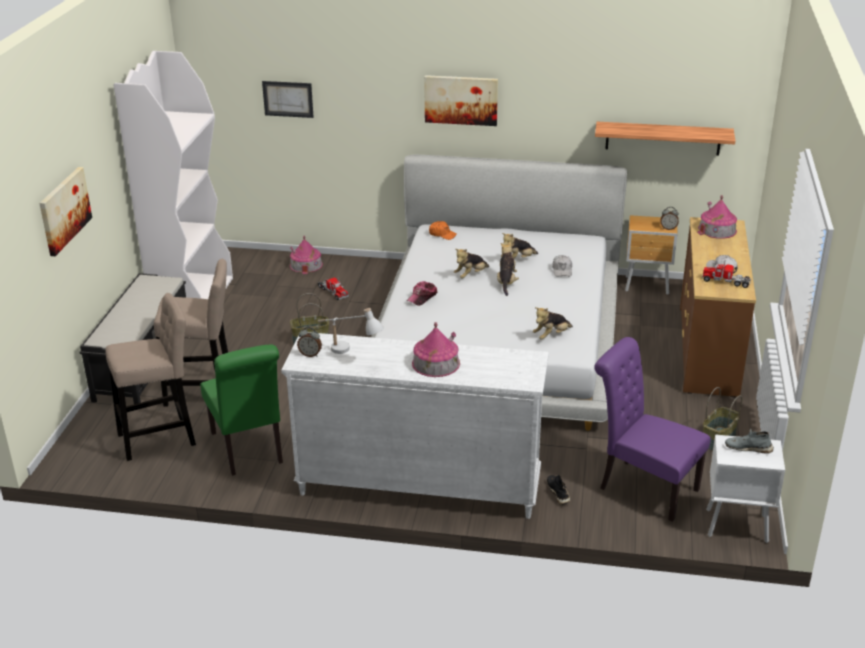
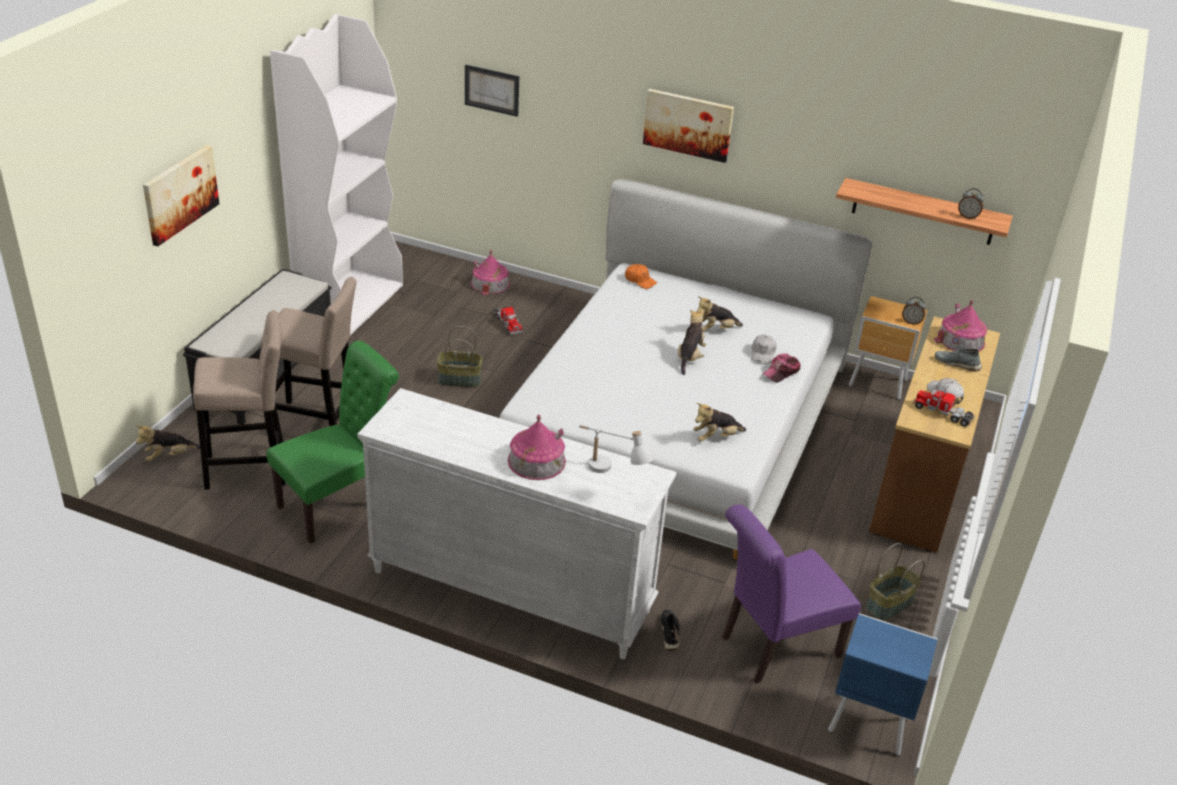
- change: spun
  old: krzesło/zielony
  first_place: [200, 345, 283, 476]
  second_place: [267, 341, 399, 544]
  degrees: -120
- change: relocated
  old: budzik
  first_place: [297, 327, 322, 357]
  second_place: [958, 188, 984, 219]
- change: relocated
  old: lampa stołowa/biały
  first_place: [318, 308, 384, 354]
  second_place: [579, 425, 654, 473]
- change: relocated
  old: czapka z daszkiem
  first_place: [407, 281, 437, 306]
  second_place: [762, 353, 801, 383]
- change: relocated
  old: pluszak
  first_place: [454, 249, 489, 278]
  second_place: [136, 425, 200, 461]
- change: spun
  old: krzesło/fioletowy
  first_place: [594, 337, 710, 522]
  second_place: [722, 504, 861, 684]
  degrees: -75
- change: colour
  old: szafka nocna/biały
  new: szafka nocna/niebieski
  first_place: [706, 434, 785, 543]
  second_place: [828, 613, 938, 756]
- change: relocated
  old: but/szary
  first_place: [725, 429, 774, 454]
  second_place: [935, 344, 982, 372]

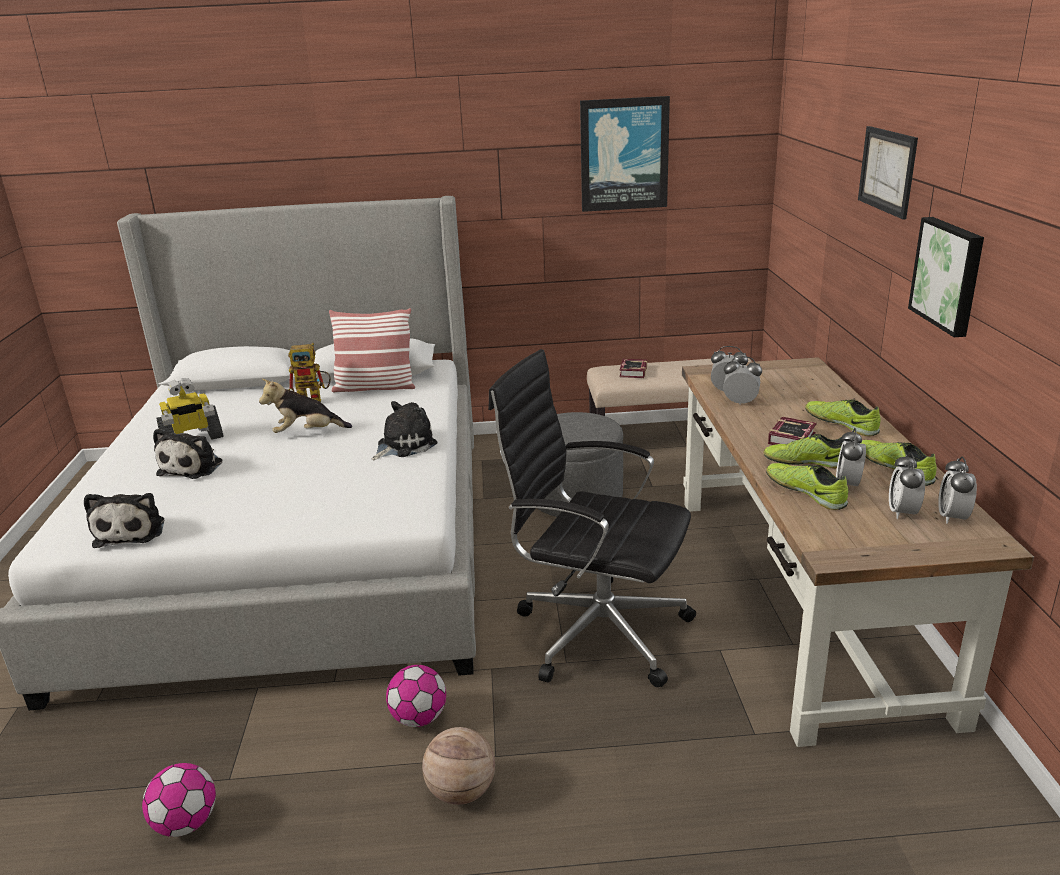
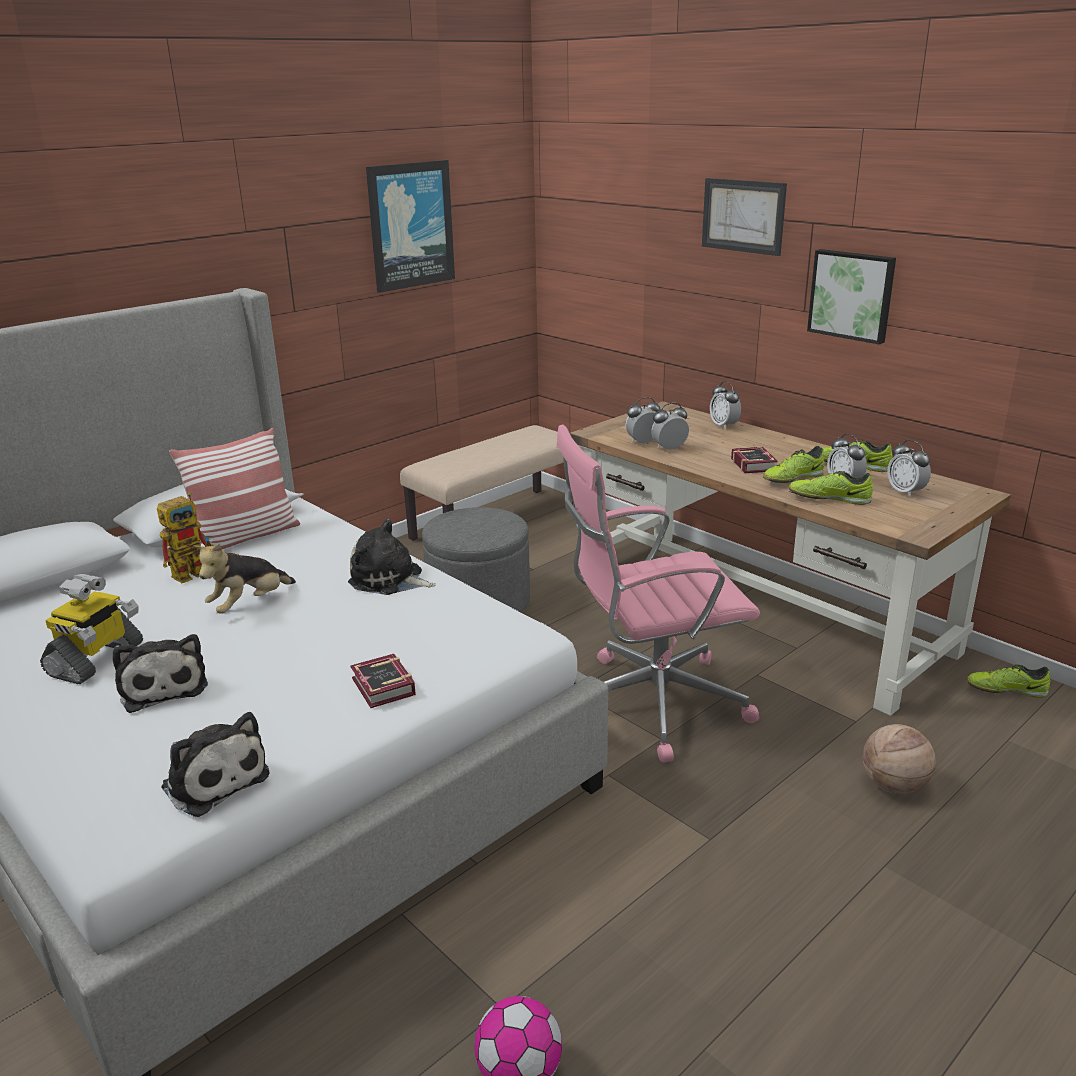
- change: spun
  old: pluszak
  first_place: [372, 401, 437, 461]
  second_place: [348, 519, 436, 595]
  degrees: -75
- change: missing
  old: piłka futbolowa
  first_place: [386, 665, 446, 727]
- change: relocated
  old: piłka do koszykówki
  first_place: [422, 727, 495, 805]
  second_place: [863, 724, 936, 794]
- change: colour
  old: krzesło biurowe/czarny
  new: krzesło biurowe/różowy
  first_place: [488, 349, 696, 687]
  second_place: [556, 425, 760, 762]
- change: relocated
  old: książka
  first_place: [619, 359, 647, 378]
  second_place: [350, 654, 416, 708]
- change: relocated
  old: but
  first_place: [805, 399, 881, 436]
  second_place: [967, 664, 1050, 698]
- change: relocated
  old: budzik
  first_place: [938, 457, 977, 524]
  second_place: [710, 381, 741, 430]

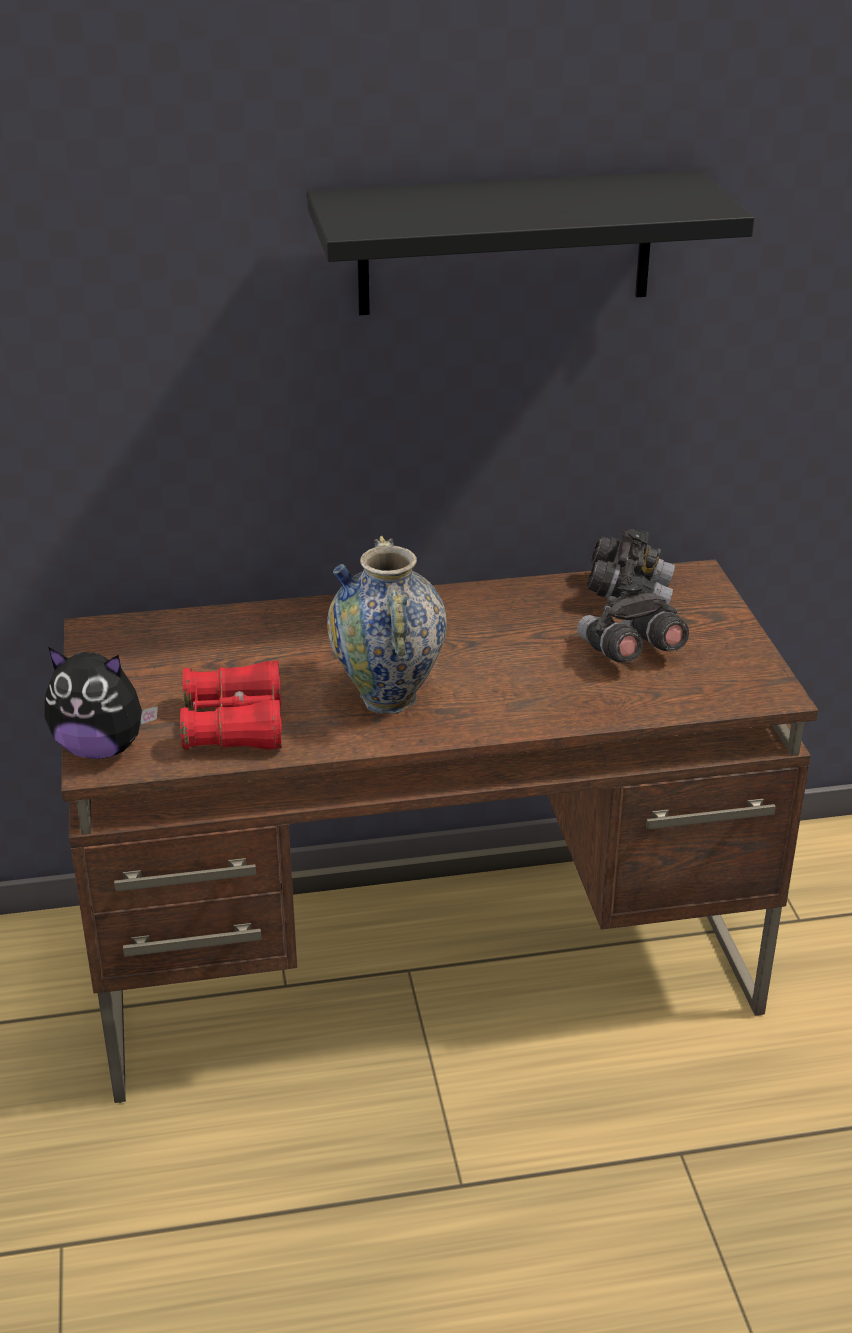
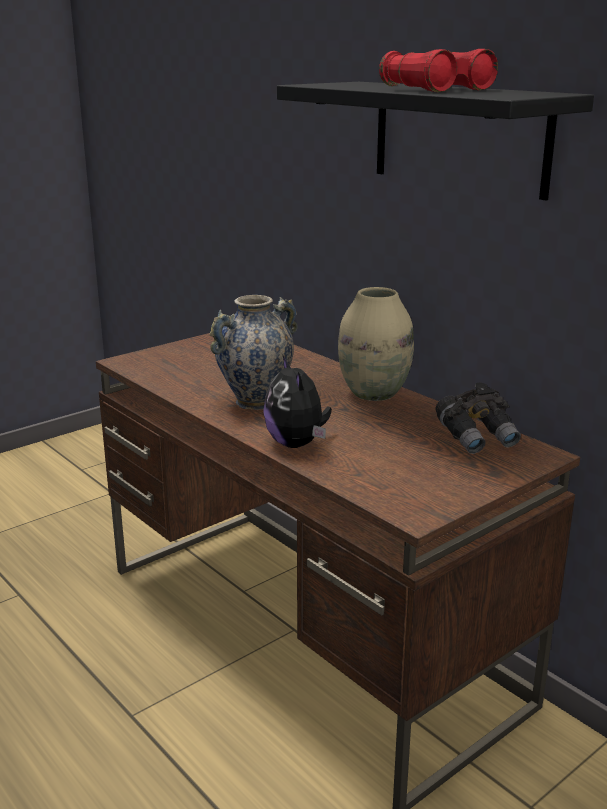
- change: relocated
  old: pluszak
  first_place: [44, 647, 158, 759]
  second_place: [263, 356, 332, 448]
- change: relocated
  old: lornetka/czerwony
  first_place: [180, 660, 282, 751]
  second_place: [379, 49, 498, 92]
- change: missing
  old: lornetka/szary
  first_place: [577, 583, 689, 663]
- change: appeared
  new: wazon/beżowy
  second_place: [338, 287, 414, 401]

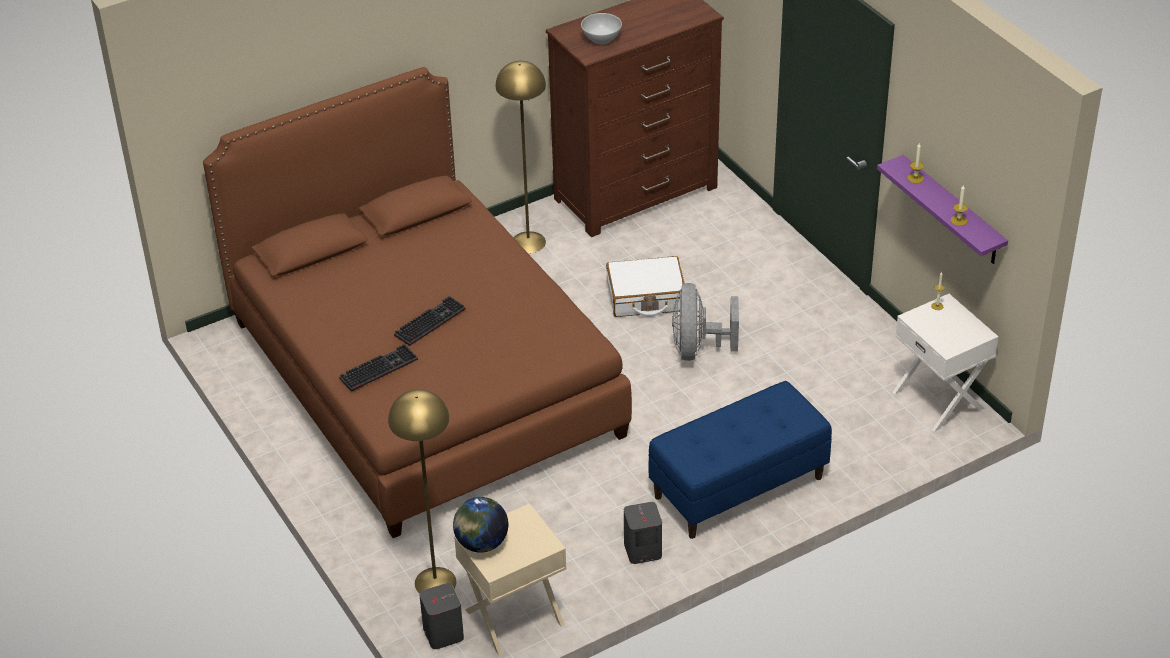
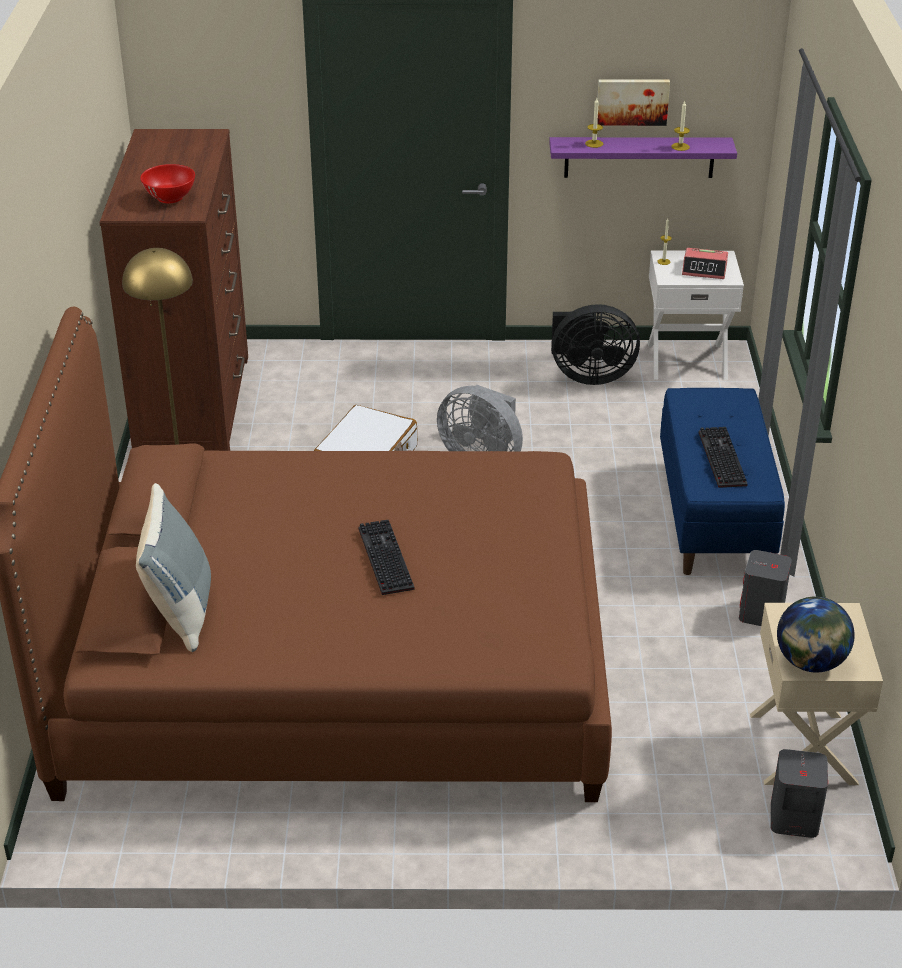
- change: relocated
  old: klawiatura
  first_place: [339, 344, 418, 391]
  second_place: [699, 427, 748, 488]
- change: missing
  old: lampa stojąca/żółty
  first_place: [388, 389, 456, 594]
- change: colour
  old: miska/biały
  new: miska/czerwony
  first_place: [581, 13, 622, 44]
  second_place: [140, 164, 195, 203]
- change: appeared
  new: poduszka/szary
  second_place: [136, 483, 211, 652]
- change: appeared
  new: wentylator/czarny
  second_place: [551, 304, 640, 385]
- change: appeared
  new: obraz
  second_place: [597, 79, 670, 126]
- change: appeared
  new: budzik
  second_place: [682, 248, 728, 279]

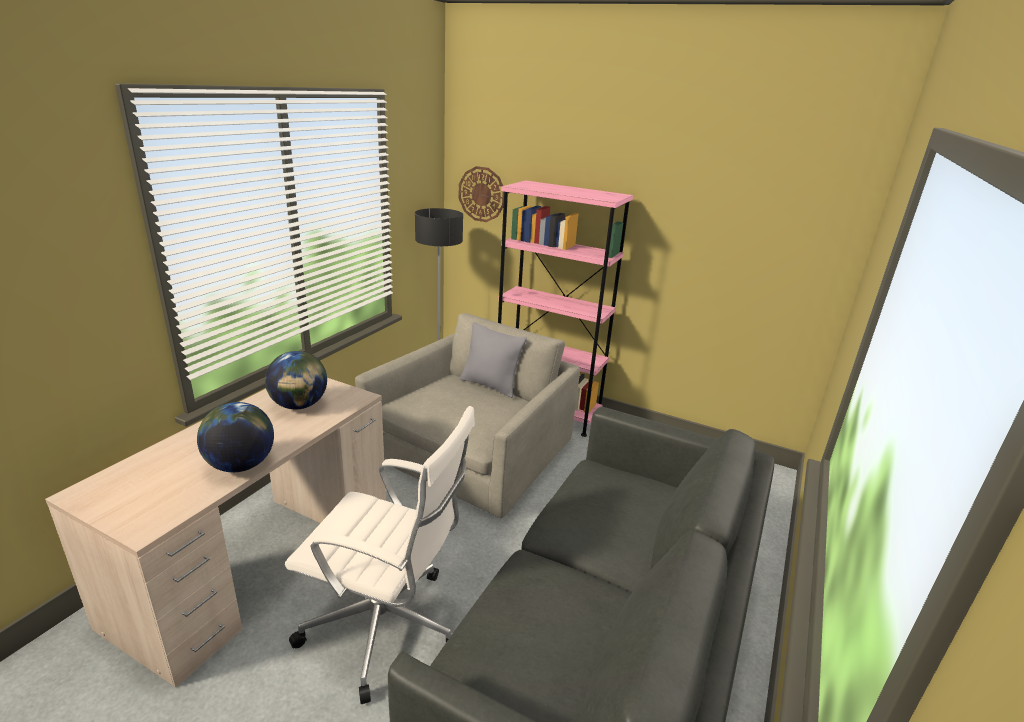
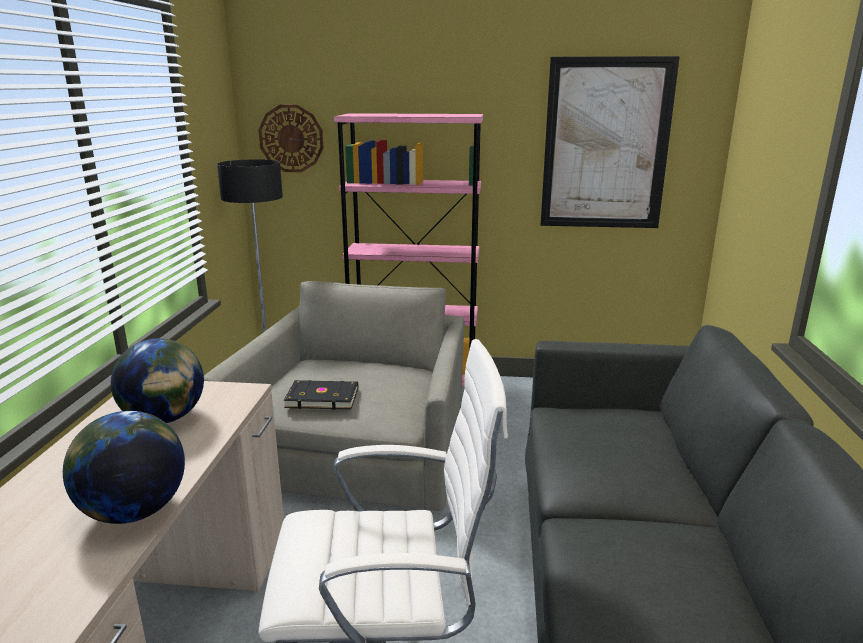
- change: missing
  old: poduszka/szary
  first_place: [460, 322, 527, 398]
- change: appeared
  new: książka/czarny
  second_place: [283, 380, 358, 410]
- change: appeared
  new: obraz
  second_place: [541, 56, 680, 228]

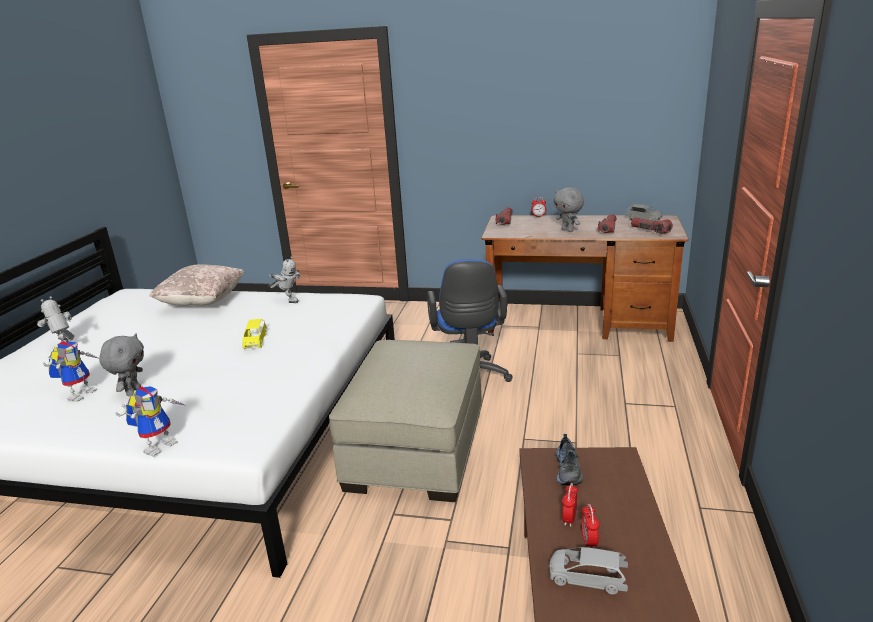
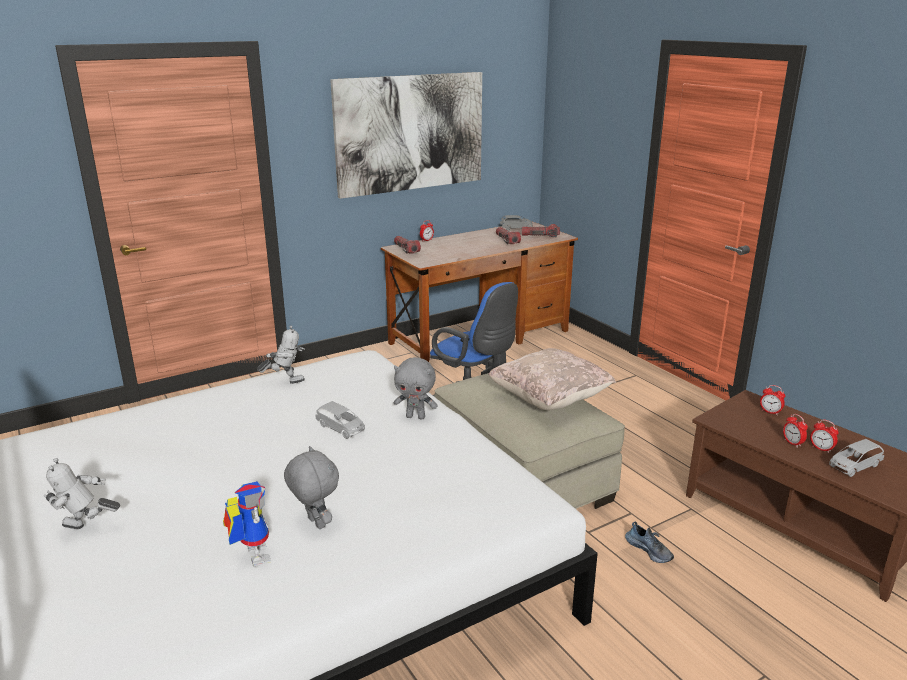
- change: missing
  old: robot zabawkowy
  first_place: [114, 386, 187, 457]
- change: relocated
  old: poduszka/beżowy
  first_place: [149, 264, 245, 306]
  second_place: [488, 348, 616, 410]
- change: colour
  old: samochodzik/żółty
  new: samochodzik/szary
  first_place: [242, 319, 267, 349]
  second_place: [315, 401, 365, 439]
- change: relocated
  old: pluszak/szary
  first_place: [553, 187, 584, 232]
  second_place: [394, 357, 438, 419]
- change: relocated
  old: but
  first_place: [556, 434, 583, 485]
  second_place: [625, 522, 674, 563]
- change: appeared
  new: obraz
  second_place: [330, 72, 482, 199]
- change: appeared
  new: budzik
  second_place: [760, 385, 785, 415]

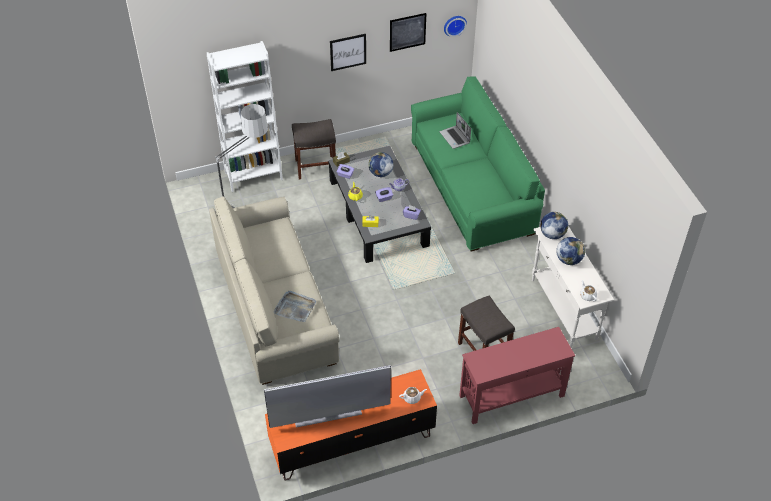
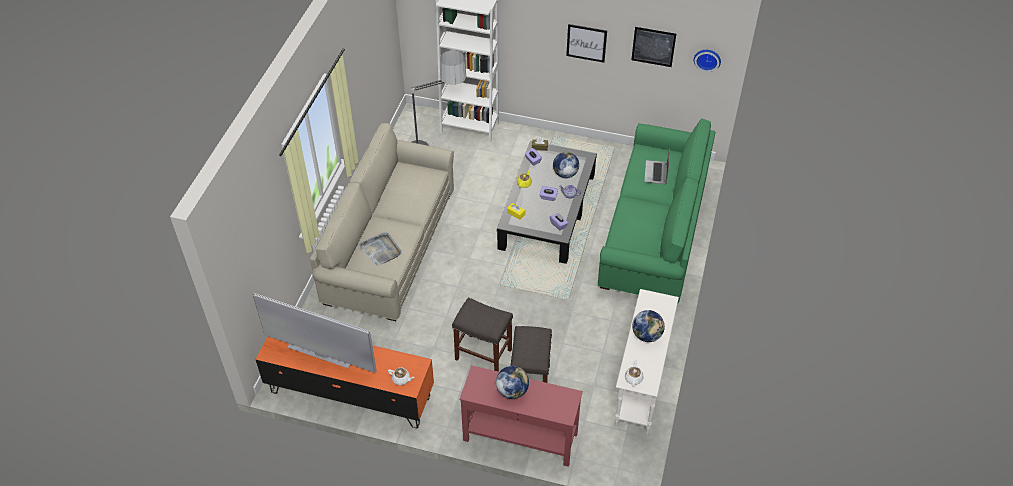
- change: relocated
  old: stołek/szary
  first_place: [292, 119, 336, 180]
  second_place: [452, 297, 513, 372]
- change: relocated
  old: globus
  first_place: [540, 212, 568, 239]
  second_place: [496, 366, 529, 399]

